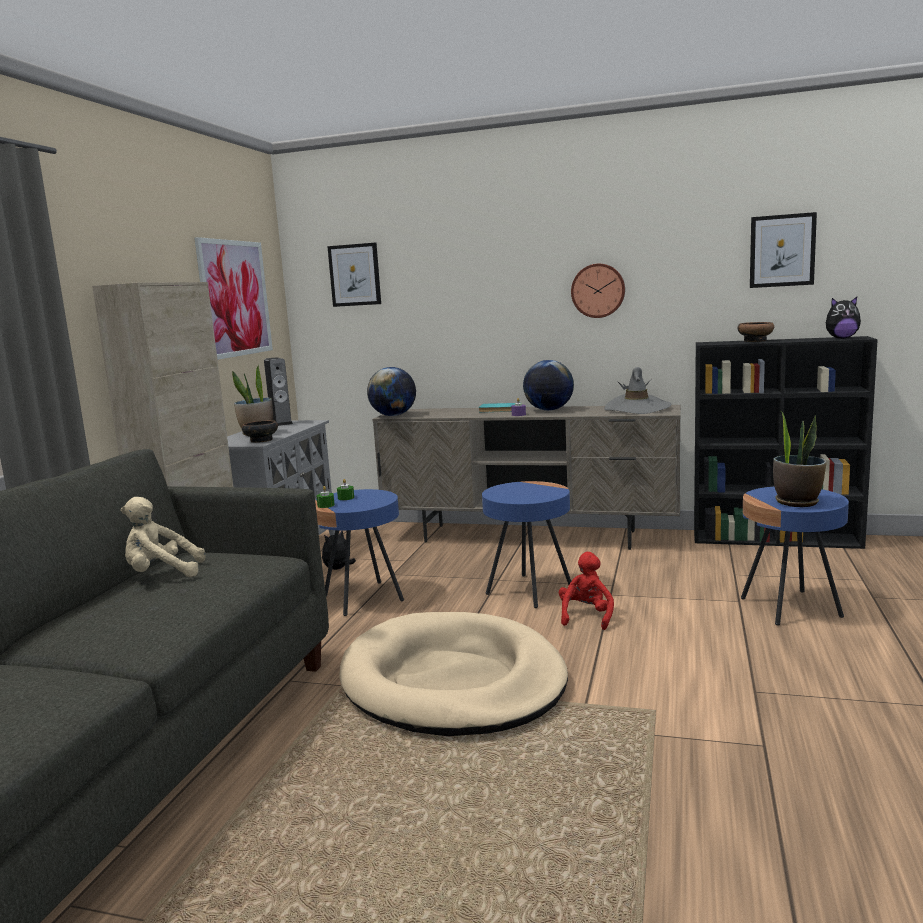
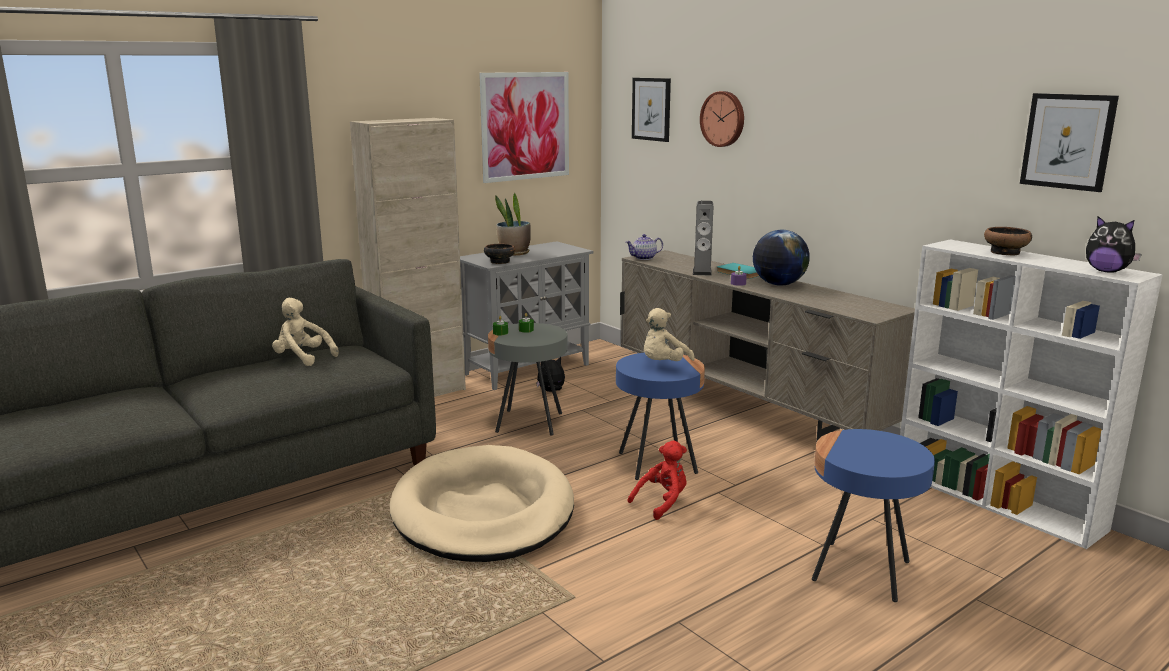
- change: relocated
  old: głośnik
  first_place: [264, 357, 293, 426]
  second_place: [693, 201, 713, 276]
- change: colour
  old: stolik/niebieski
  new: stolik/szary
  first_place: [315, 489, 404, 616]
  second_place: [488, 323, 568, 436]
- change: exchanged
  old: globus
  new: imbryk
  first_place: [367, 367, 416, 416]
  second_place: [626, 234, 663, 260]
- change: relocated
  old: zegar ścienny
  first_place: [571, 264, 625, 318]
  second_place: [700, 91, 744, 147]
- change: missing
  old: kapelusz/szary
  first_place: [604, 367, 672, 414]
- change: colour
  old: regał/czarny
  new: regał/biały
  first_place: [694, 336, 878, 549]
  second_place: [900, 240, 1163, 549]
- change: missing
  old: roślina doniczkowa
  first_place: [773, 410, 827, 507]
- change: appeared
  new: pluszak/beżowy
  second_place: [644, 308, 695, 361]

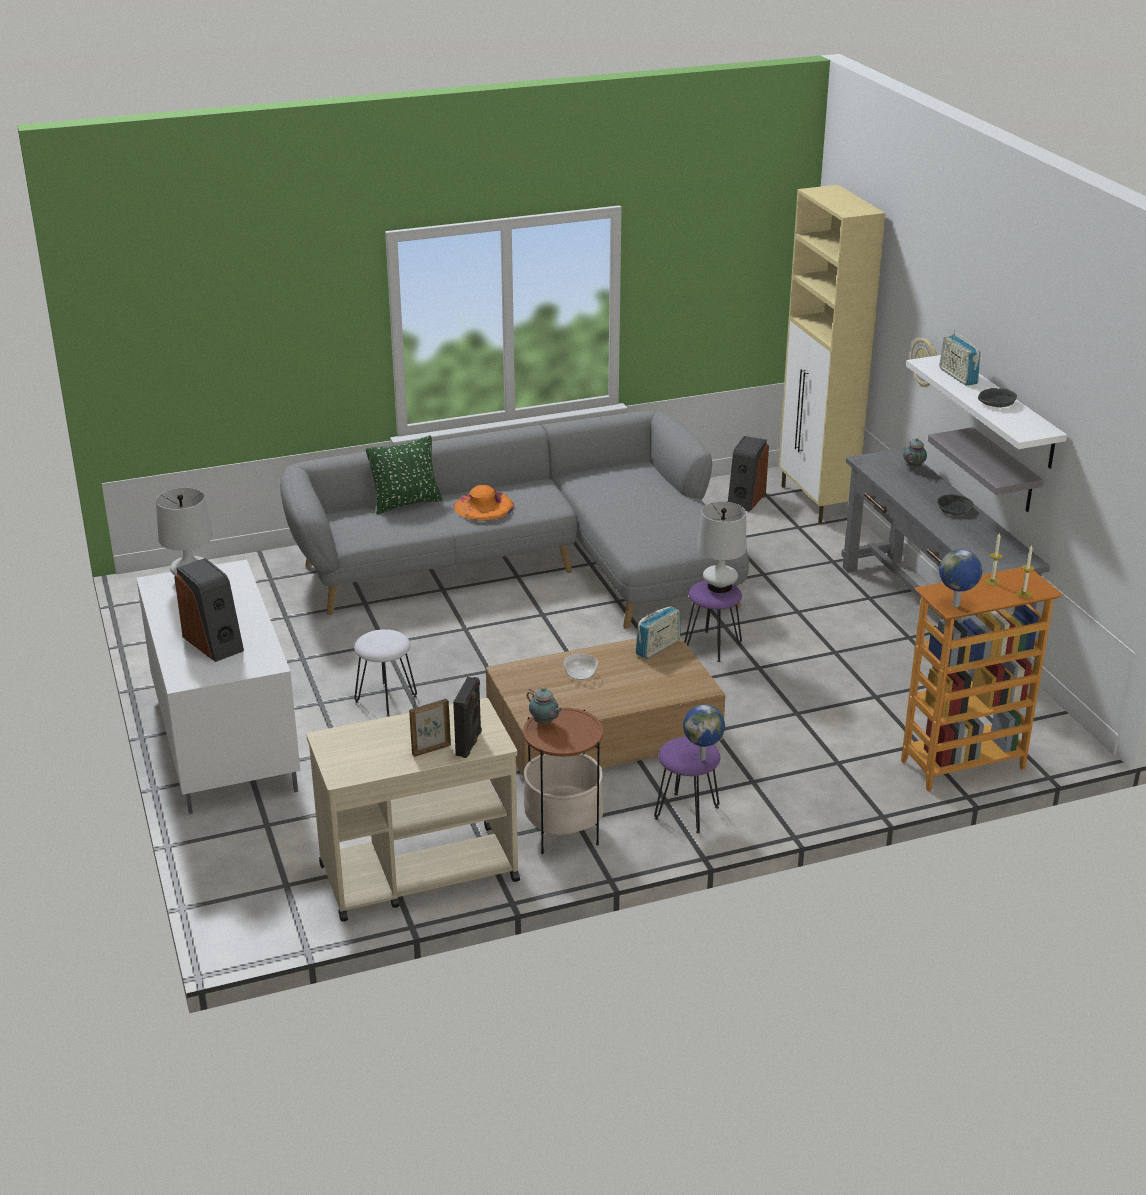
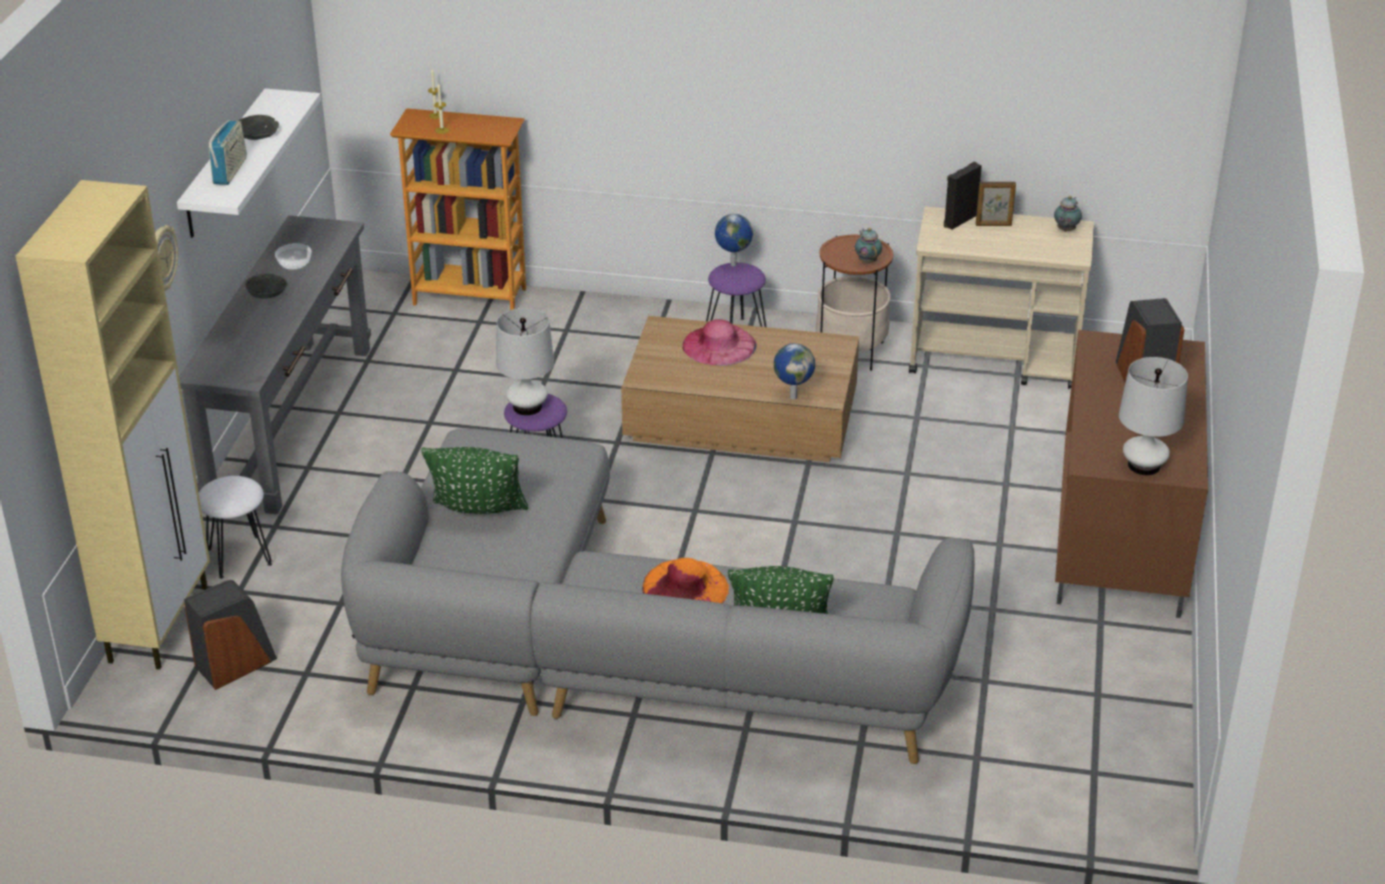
- change: colour
  old: szafka pod telewizor/biały
  new: szafka pod telewizor/brązowy
  first_place: [136, 560, 300, 814]
  second_place: [1055, 330, 1208, 618]
- change: relocated
  old: stołek/biały
  first_place: [354, 629, 417, 716]
  second_place: [199, 476, 272, 579]
- change: relocated
  old: miska
  first_place: [564, 654, 598, 680]
  second_place: [275, 243, 312, 270]
- change: missing
  old: radio
  first_place: [635, 606, 681, 659]
- change: relocated
  old: imbryk
  first_place: [903, 438, 927, 469]
  second_place: [1054, 196, 1082, 232]
- change: missing
  old: półka/szary
  first_place: [928, 427, 1044, 512]
- change: relocated
  old: globus
  first_place: [939, 549, 982, 607]
  second_place: [774, 343, 815, 399]
- change: appeared
  new: poduszka/zielony
  second_place: [421, 447, 528, 514]
- change: appeared
  new: kapelusz/różowy
  second_place: [683, 319, 756, 366]

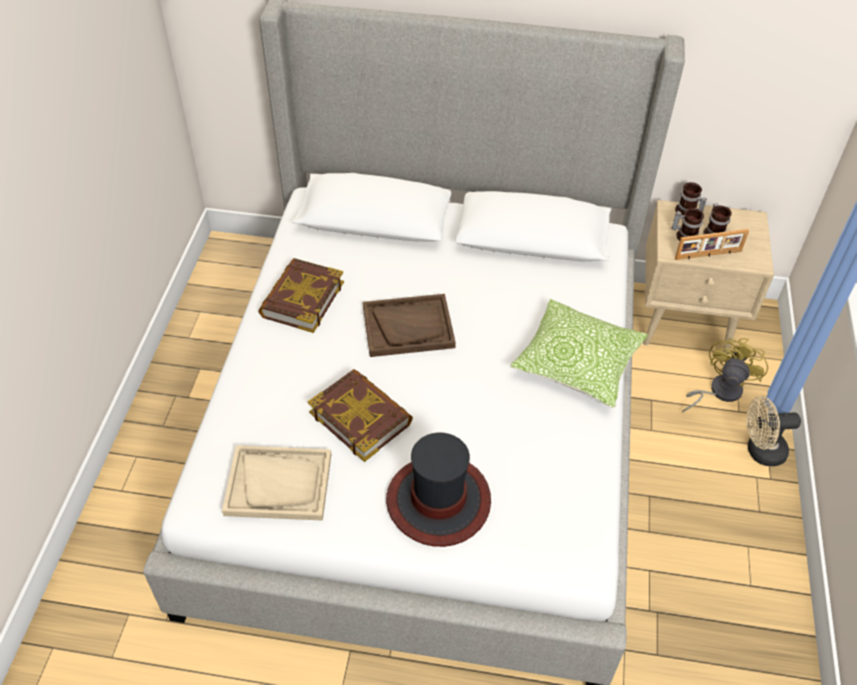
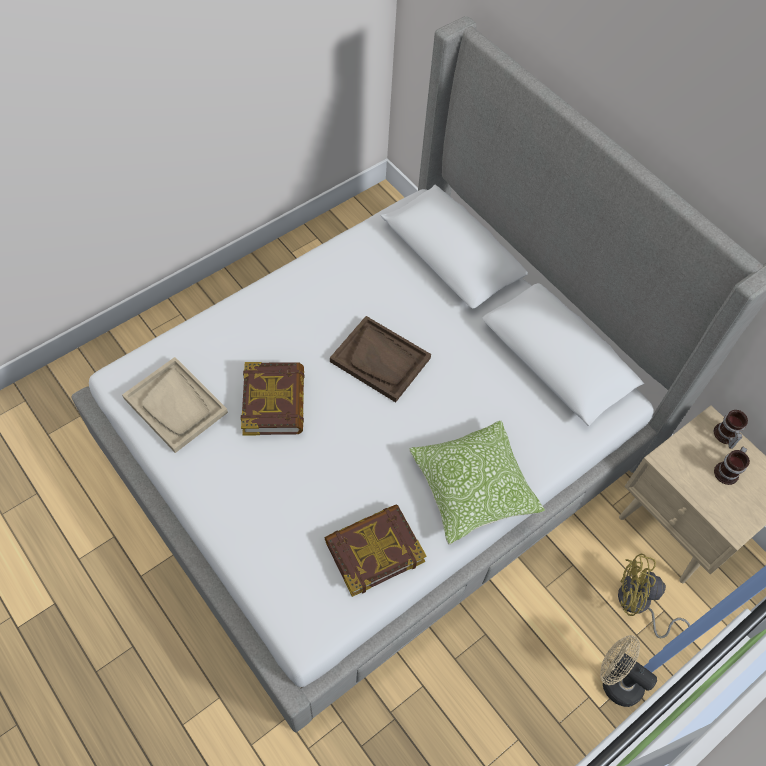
- change: relocated
  old: książka
  first_place: [258, 258, 344, 333]
  second_place: [324, 505, 426, 597]
- change: missing
  old: kapelusz
  first_place: [386, 433, 491, 547]
- change: missing
  old: kubek
  first_place: [671, 208, 704, 241]
- change: missing
  old: ramka na zdjęcie
  first_place: [675, 229, 749, 260]
- change: spun
  old: wentylator/żółty
  first_place: [682, 338, 768, 413]
  second_place: [618, 554, 690, 638]
  degrees: -150

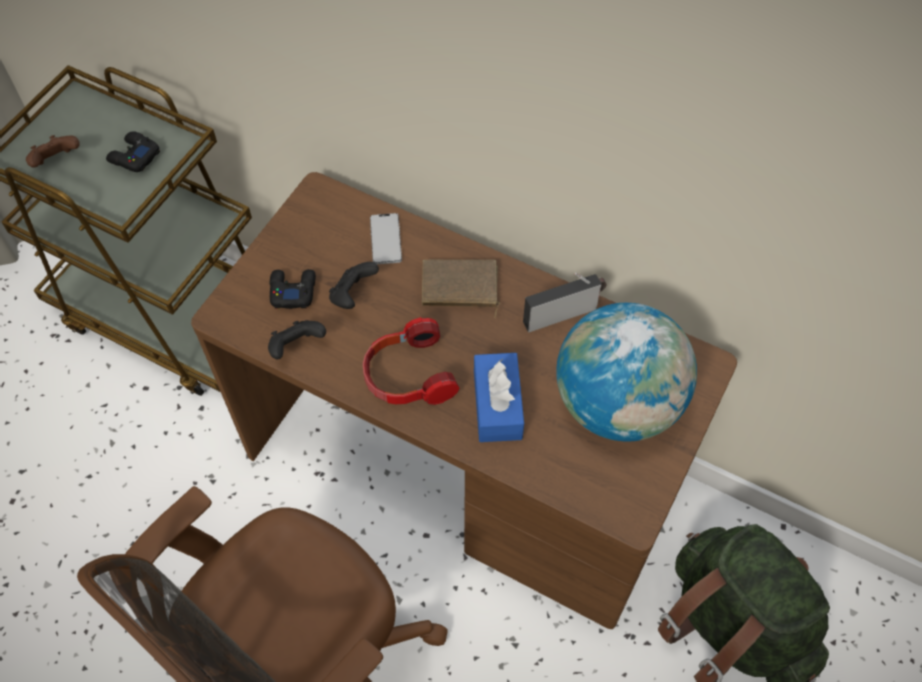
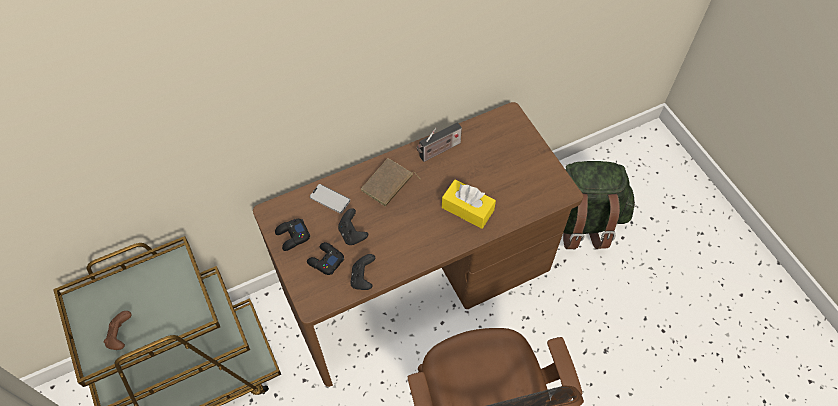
- change: relocated
  old: pad do gier/czarny
  first_place: [106, 131, 160, 172]
  second_place: [275, 219, 310, 251]
- change: missing
  old: słuchawki
  first_place: [363, 317, 459, 405]
- change: colour
  old: pudełko chusteczek/niebieski
  new: pudełko chusteczek/żółty
  first_place: [474, 353, 524, 442]
  second_place: [442, 180, 496, 229]
- change: spun
  old: radio
  first_place: [523, 272, 607, 332]
  second_place: [416, 122, 462, 162]
  degrees: -135
- change: missing
  old: globus
  first_place: [556, 303, 697, 441]

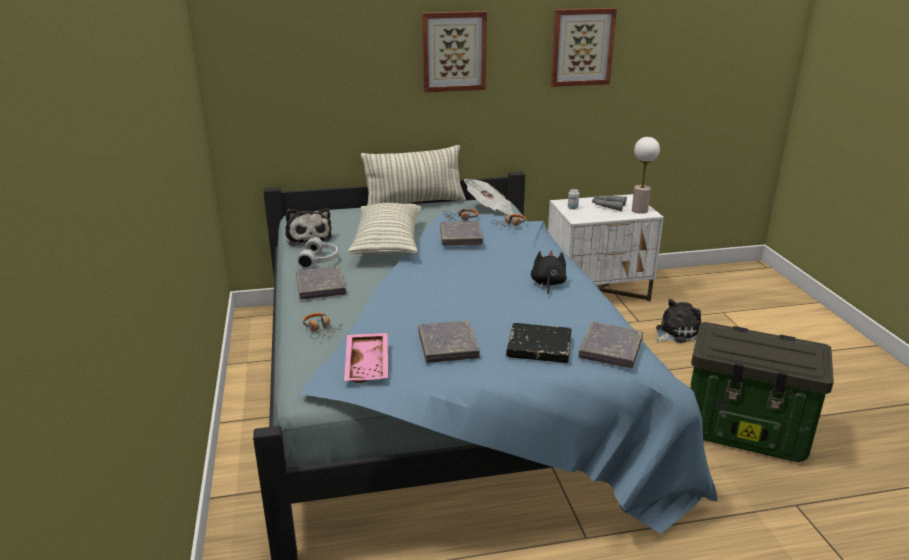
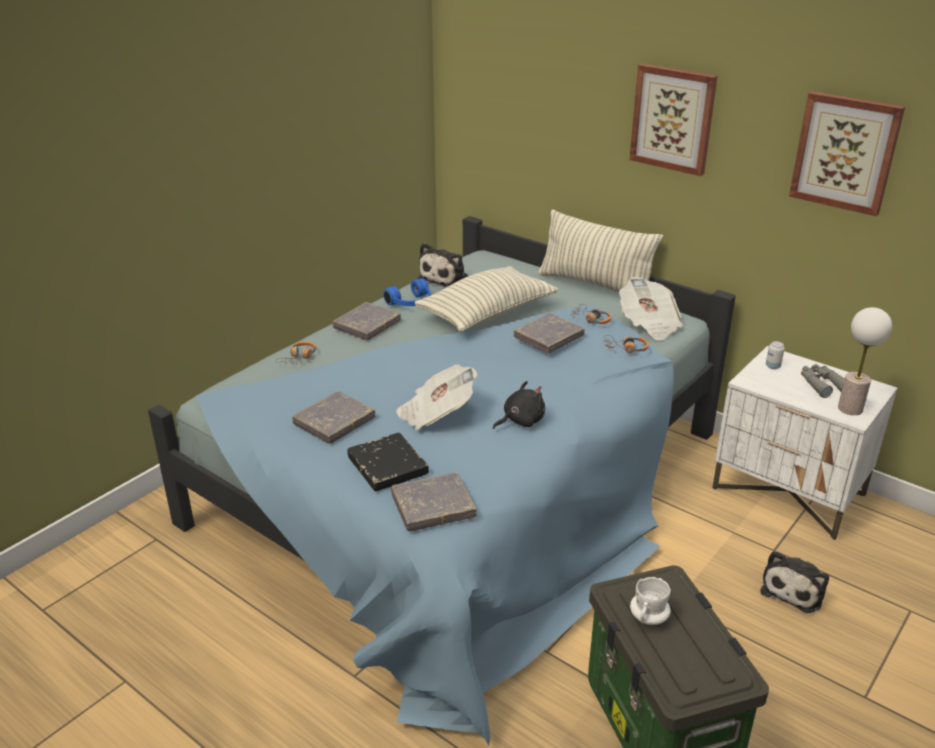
- change: colour
  old: słuchawki/biały
  new: słuchawki/niebieski
  first_place: [297, 237, 338, 269]
  second_place: [383, 278, 431, 306]
- change: missing
  old: taca/różowy
  first_place: [344, 333, 388, 383]
- change: spun
  old: pluszak
  first_place: [656, 299, 701, 343]
  second_place: [760, 551, 829, 613]
  degrees: 105
- change: appeared
  new: gazeta
  second_place: [396, 364, 478, 430]
- change: appeared
  new: kubek/biały
  second_place: [630, 577, 671, 625]

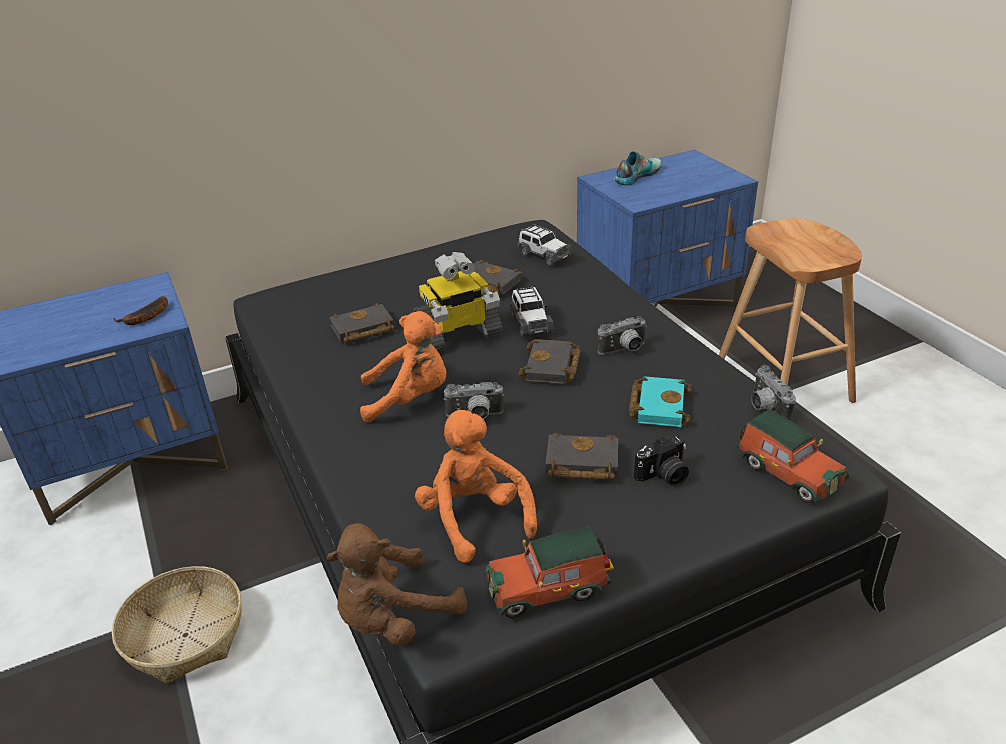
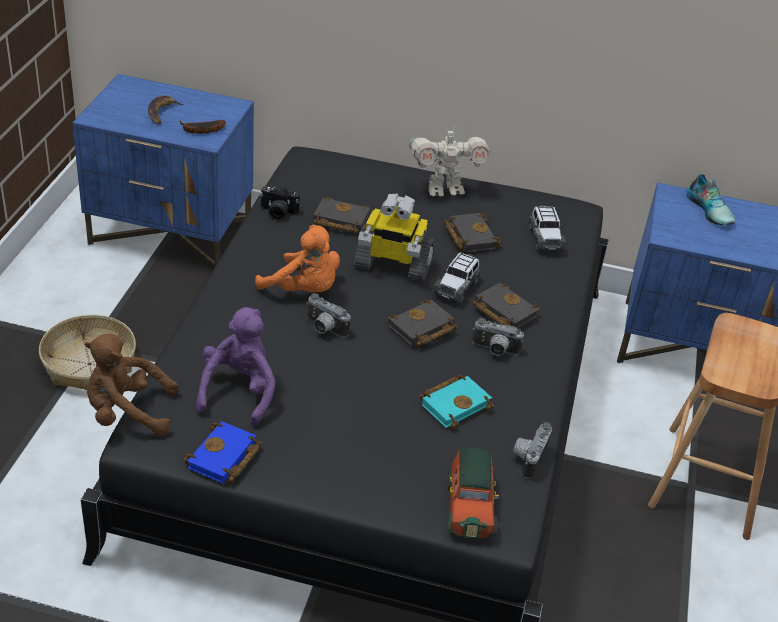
- change: colour
  old: pluszak/pomarańczowy
  new: pluszak/fioletowy
  first_place: [415, 410, 537, 563]
  second_place: [196, 307, 276, 426]
- change: exchanged
  old: samochodzik
  new: książka/niebieski
  first_place: [485, 526, 614, 618]
  second_place: [183, 421, 262, 483]
- change: relocated
  old: książka/czarny
  first_place: [545, 433, 618, 480]
  second_place: [473, 283, 540, 328]
- change: spun
  old: but
  first_place: [614, 151, 661, 185]
  second_place: [687, 174, 735, 226]
  degrees: 75
- change: relocated
  old: aparat fotograficzny
  first_place: [634, 436, 689, 486]
  second_place: [260, 186, 300, 220]
- change: appeared
  new: banan
  second_place: [148, 95, 184, 124]
- change: appeared
  new: robot zabawkowy
  second_place: [409, 125, 490, 197]

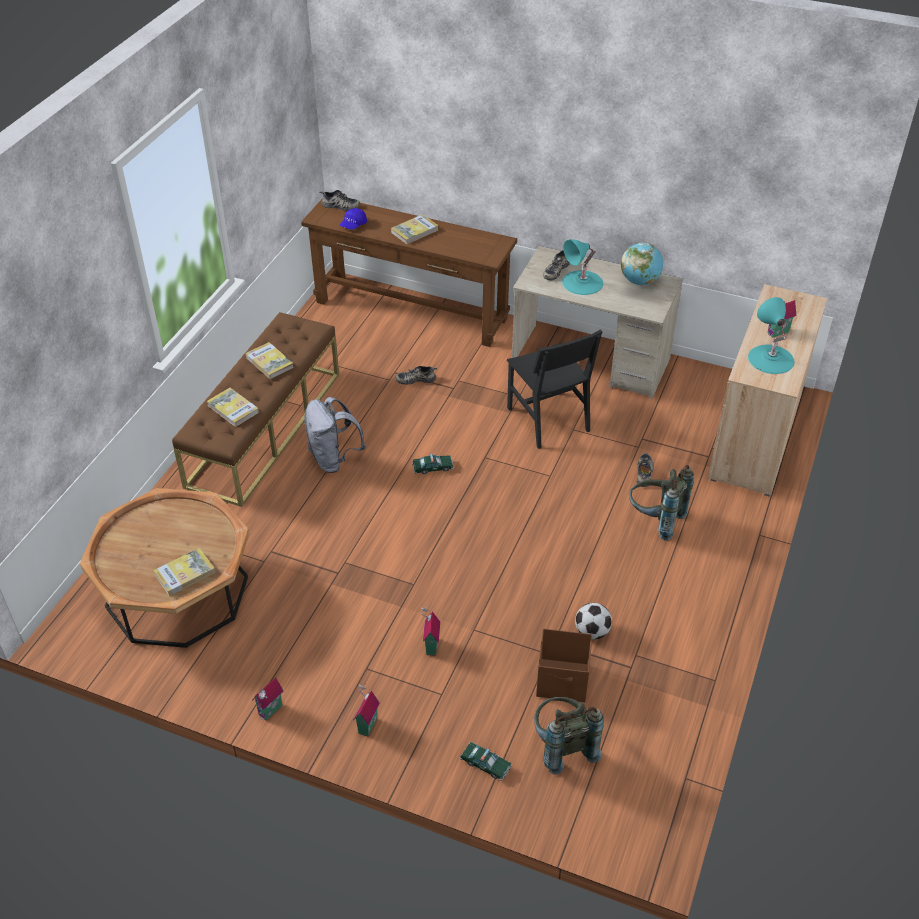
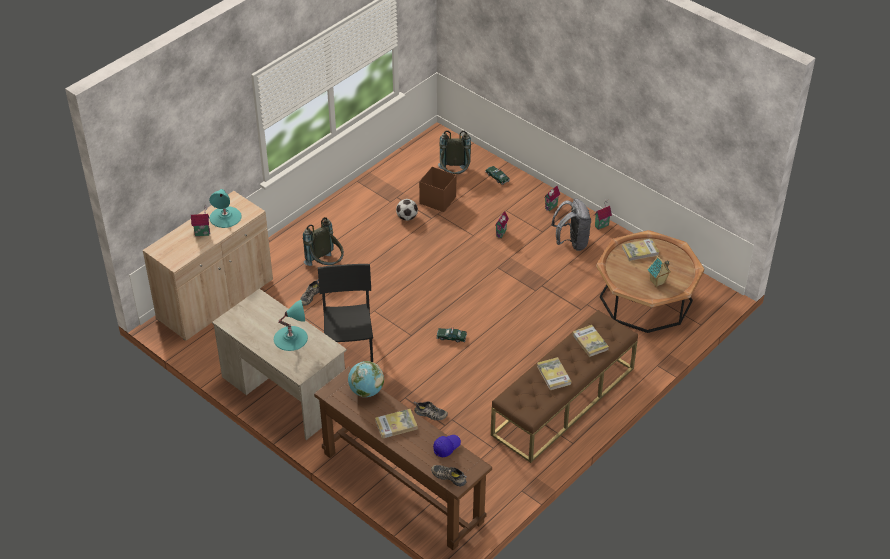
- change: relocated
  old: plecak/szary
  first_place: [304, 397, 366, 473]
  second_place: [551, 198, 591, 251]
- change: missing
  old: but
  first_place: [543, 250, 570, 280]
- change: relocated
  old: globus
  first_place: [621, 243, 663, 285]
  second_place: [348, 361, 384, 397]
- change: appeared
  new: domek
  second_place: [648, 255, 671, 287]

